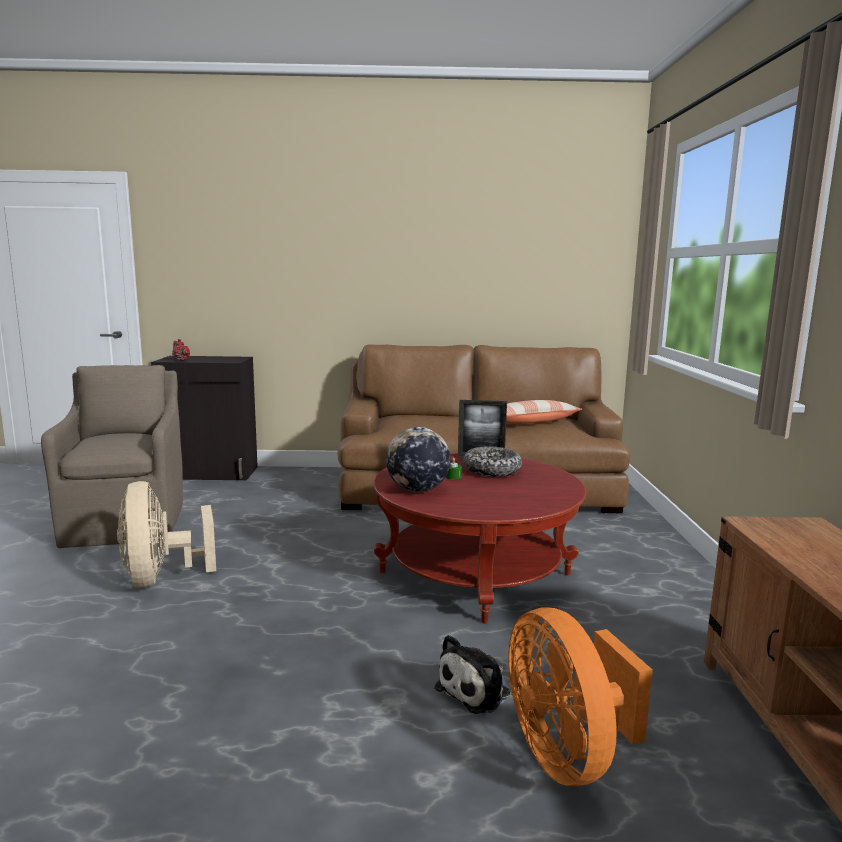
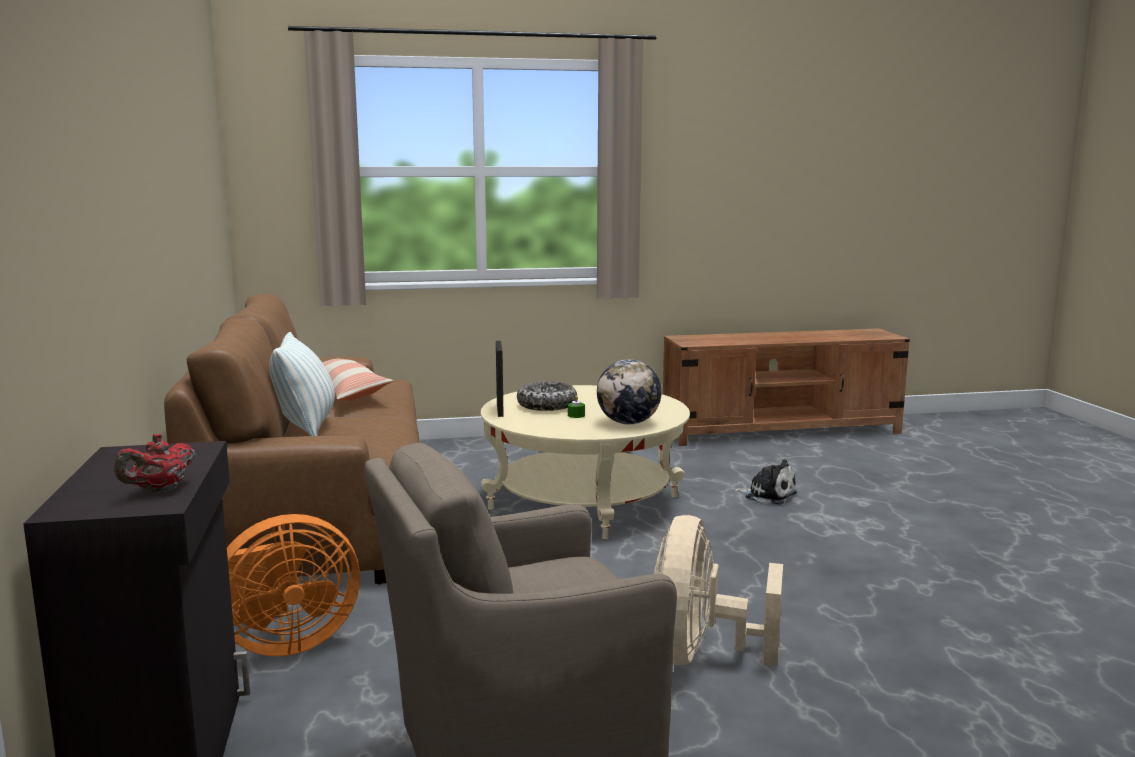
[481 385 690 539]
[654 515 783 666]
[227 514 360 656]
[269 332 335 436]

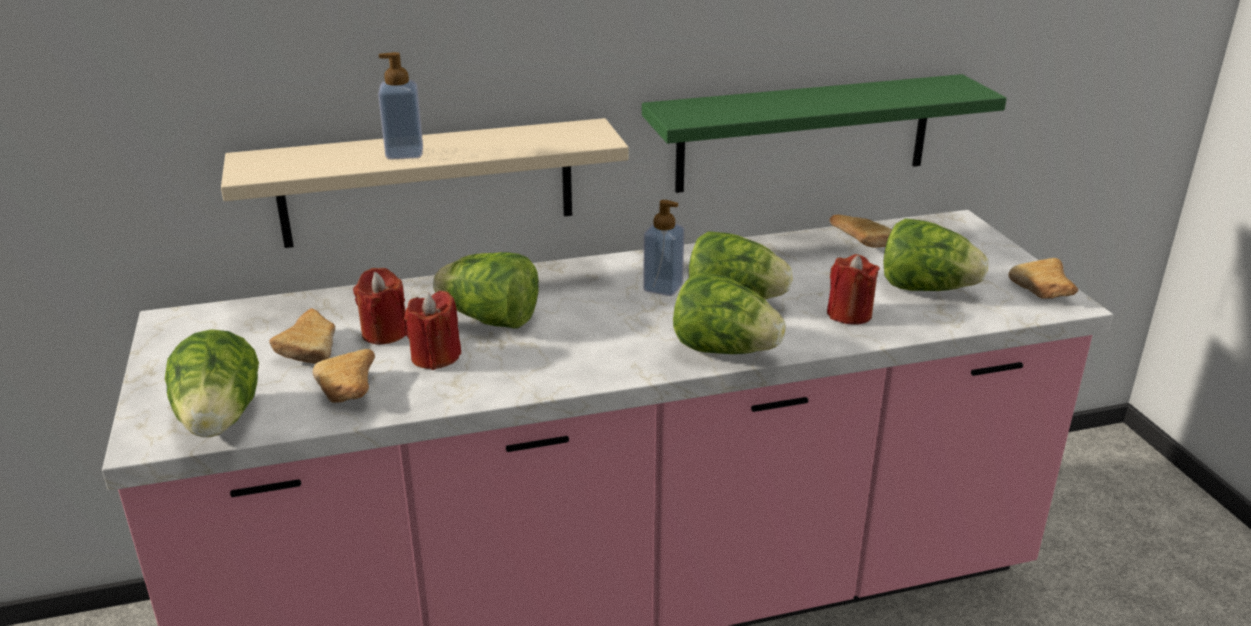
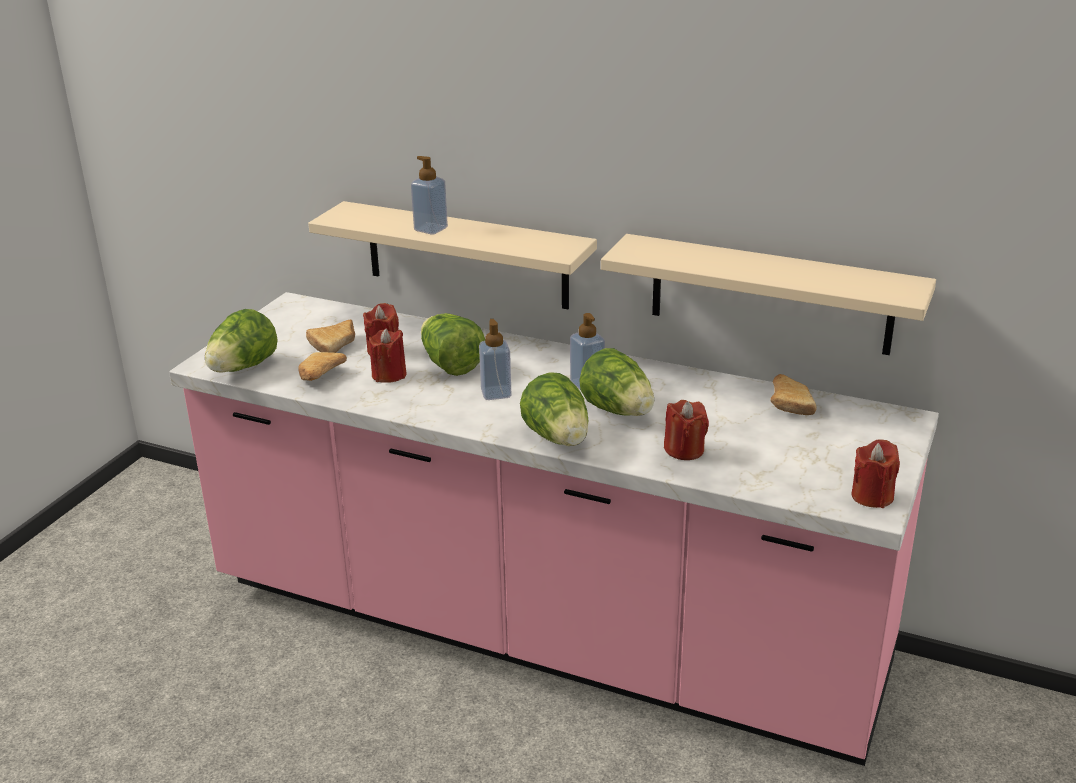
[601 234 936 355]
[883 218 988 291] (first image)
[852 439 900 508]
[479 319 511 400]

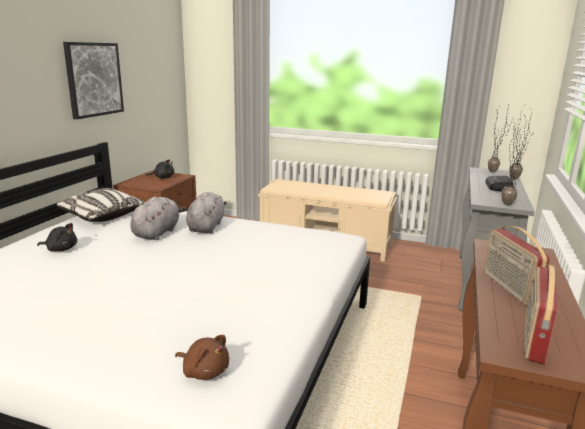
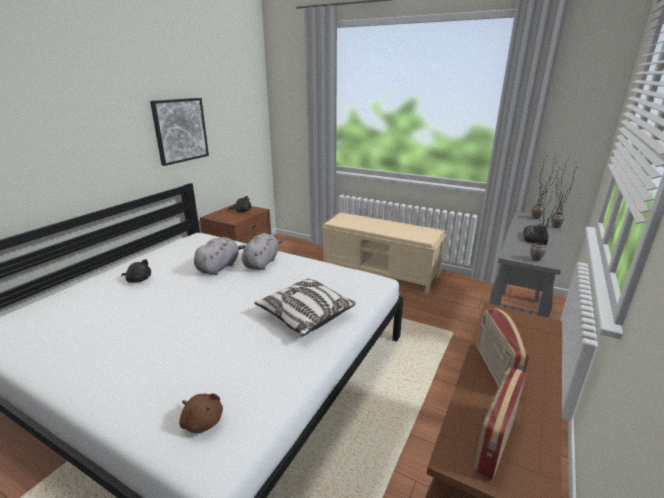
[254 279 356 337]

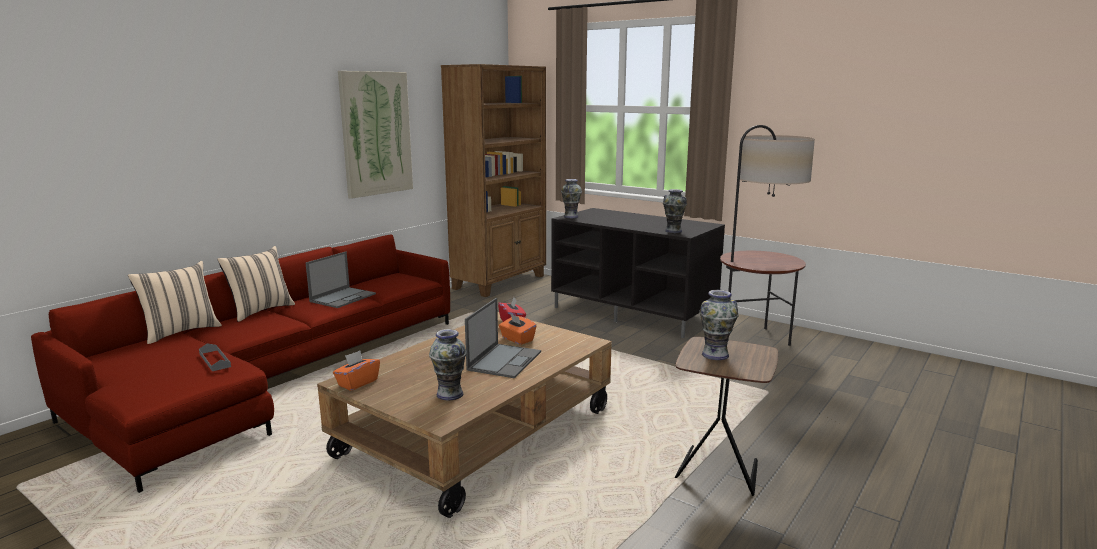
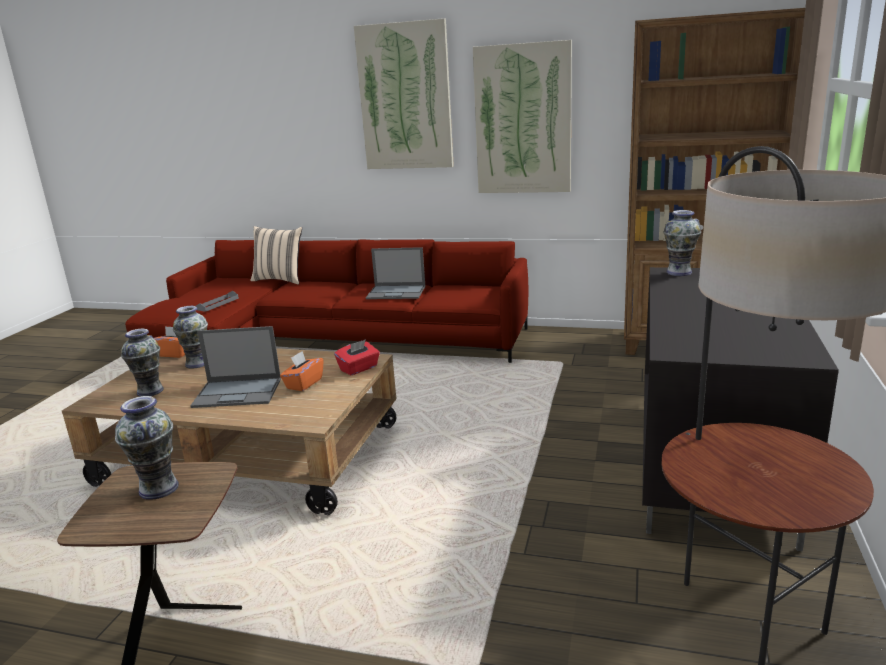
[173 306 208 368]
[217 246 295 322] (first image)
[354 18 454 169]

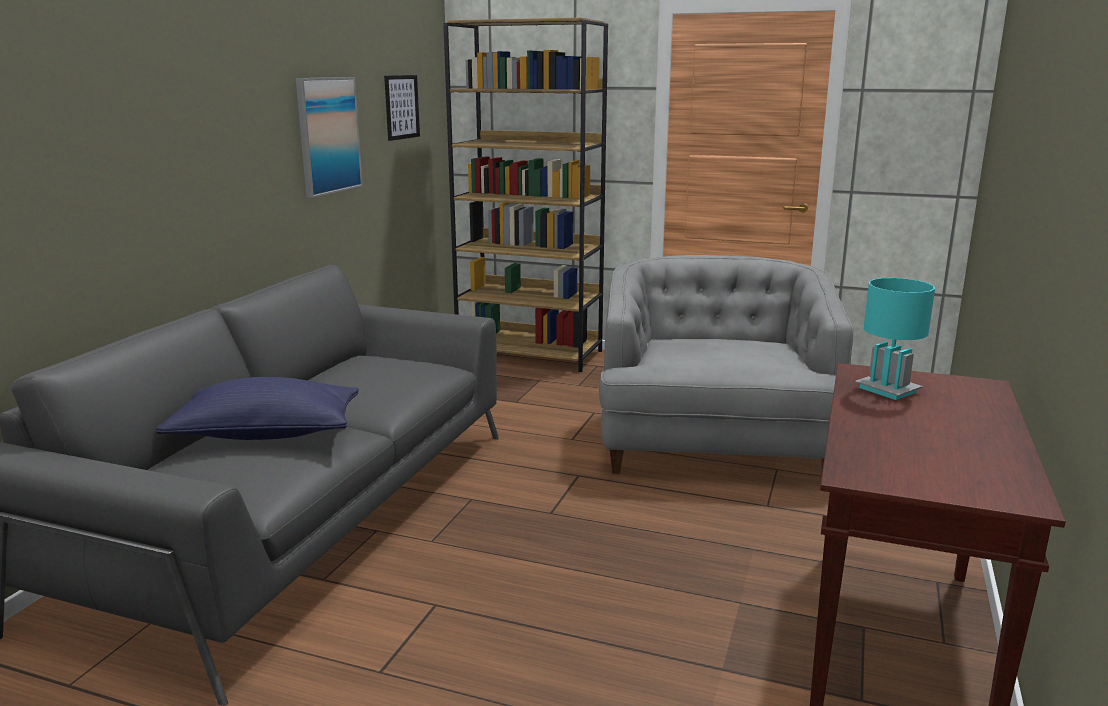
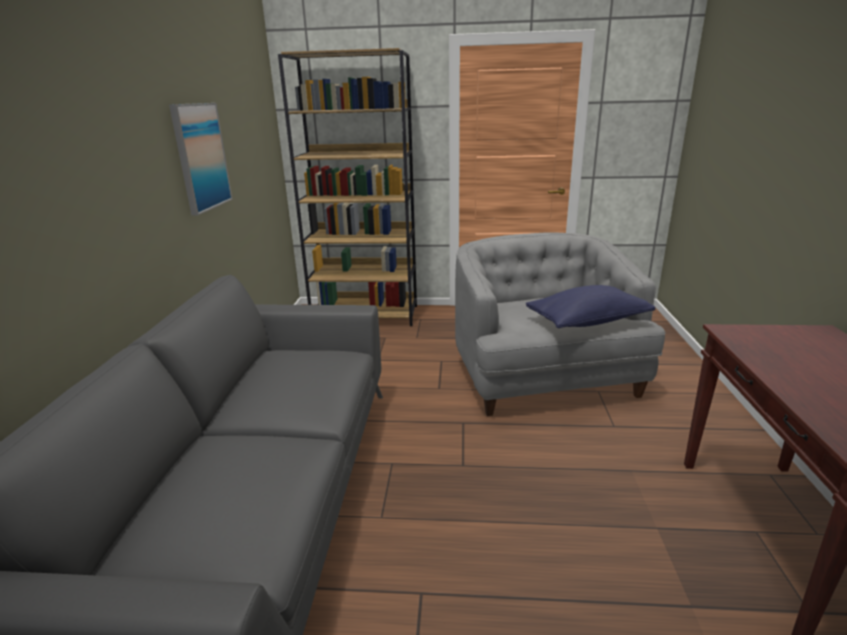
[384 75 420 141] (first image)
[855 278 935 400] (first image)
[526 285 655 328]

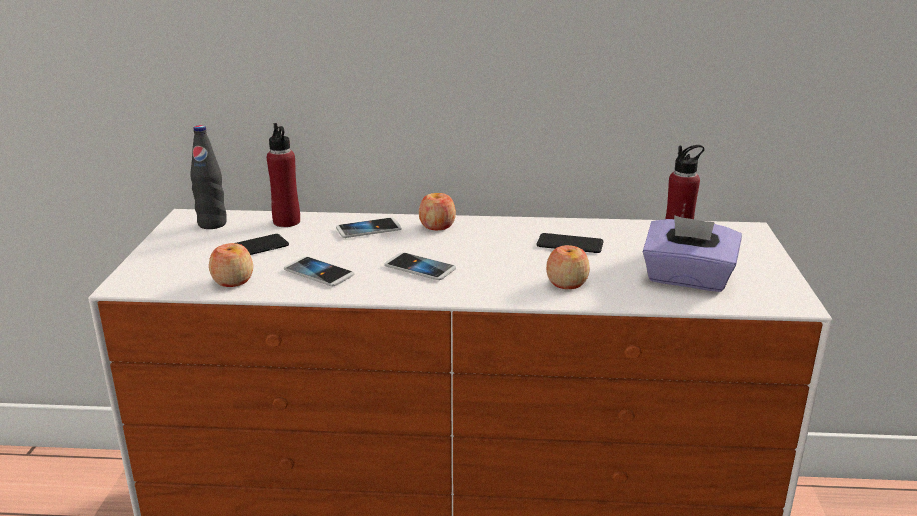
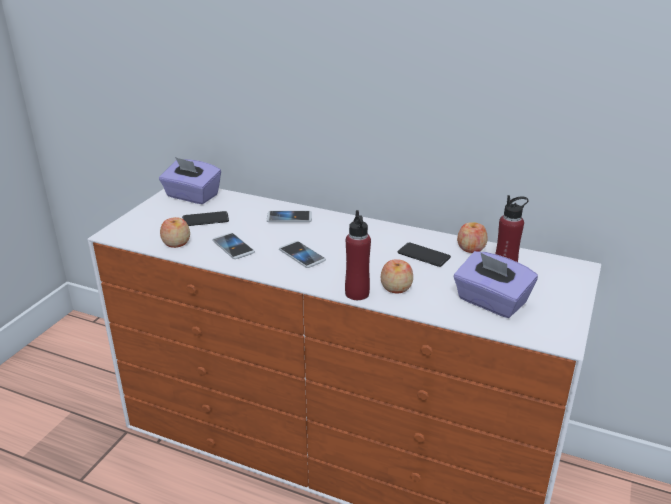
[345 210 371 300]
[159 157 221 204]
[457 222 488 253]

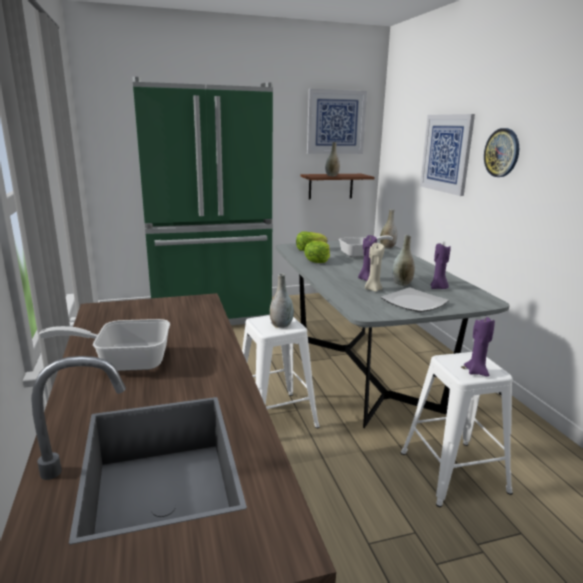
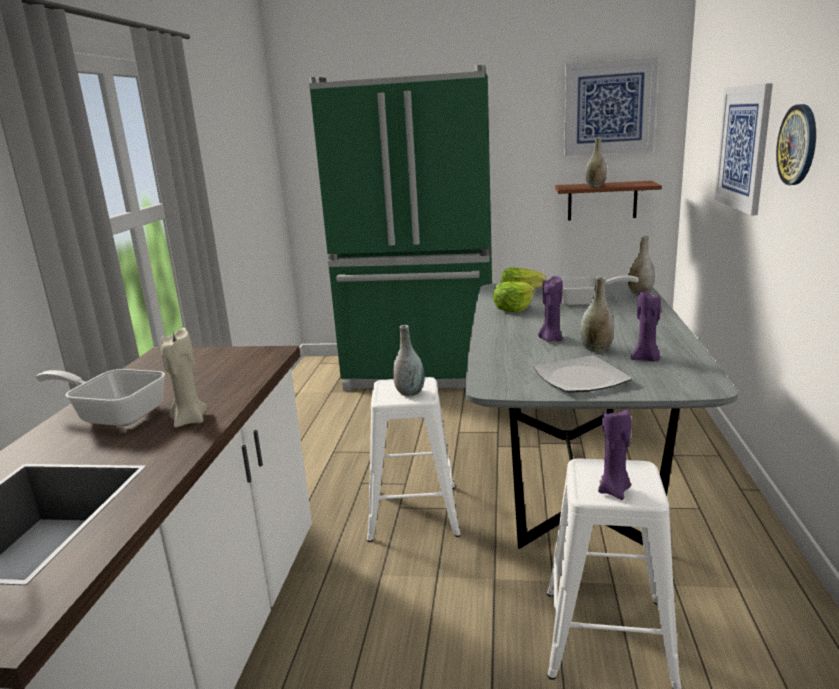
[160 329 207 428]

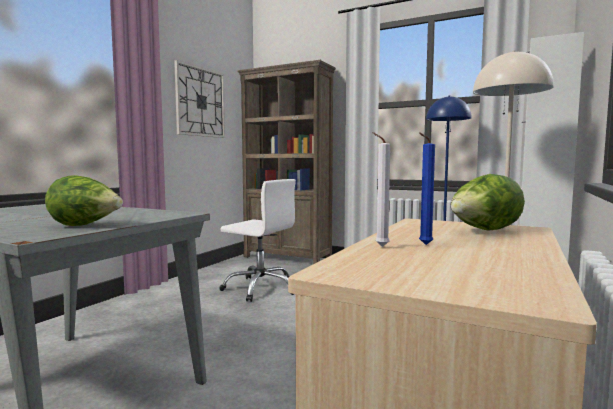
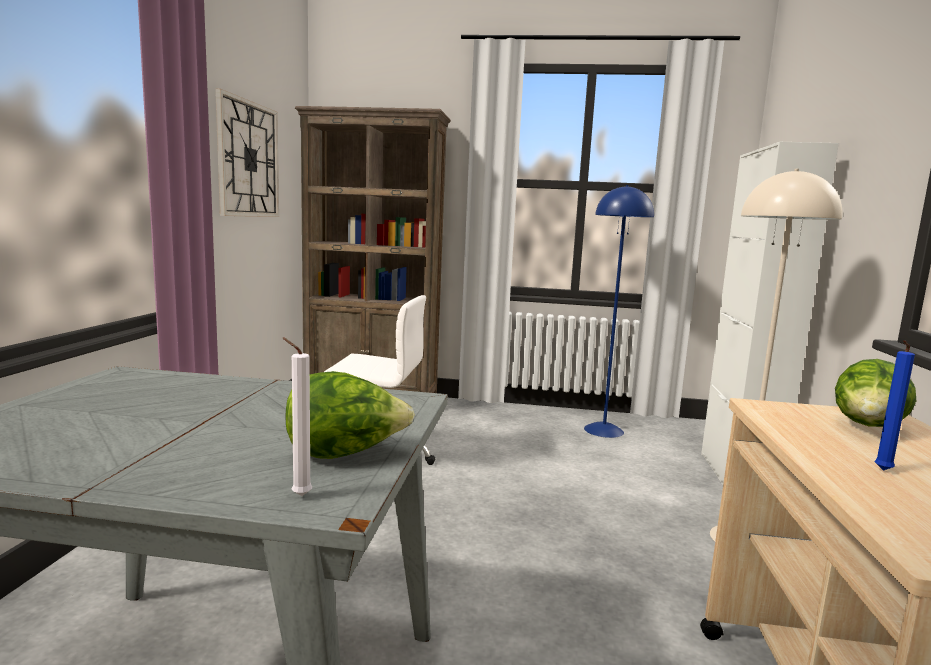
[283 338 312 496]

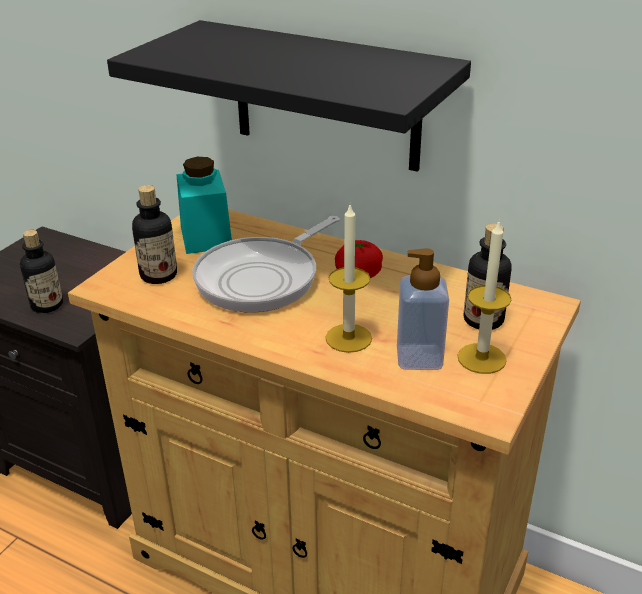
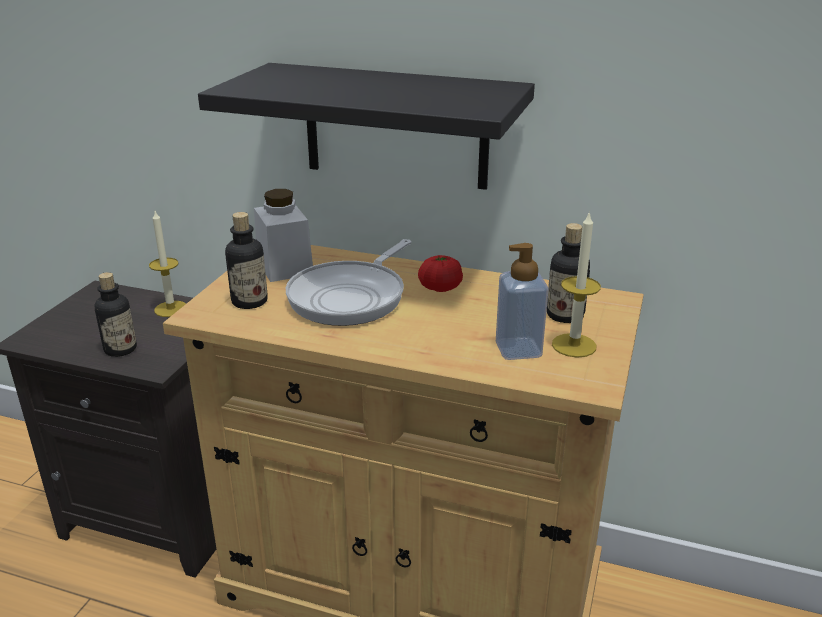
[254 189 313 282]
[149 211 186 317]

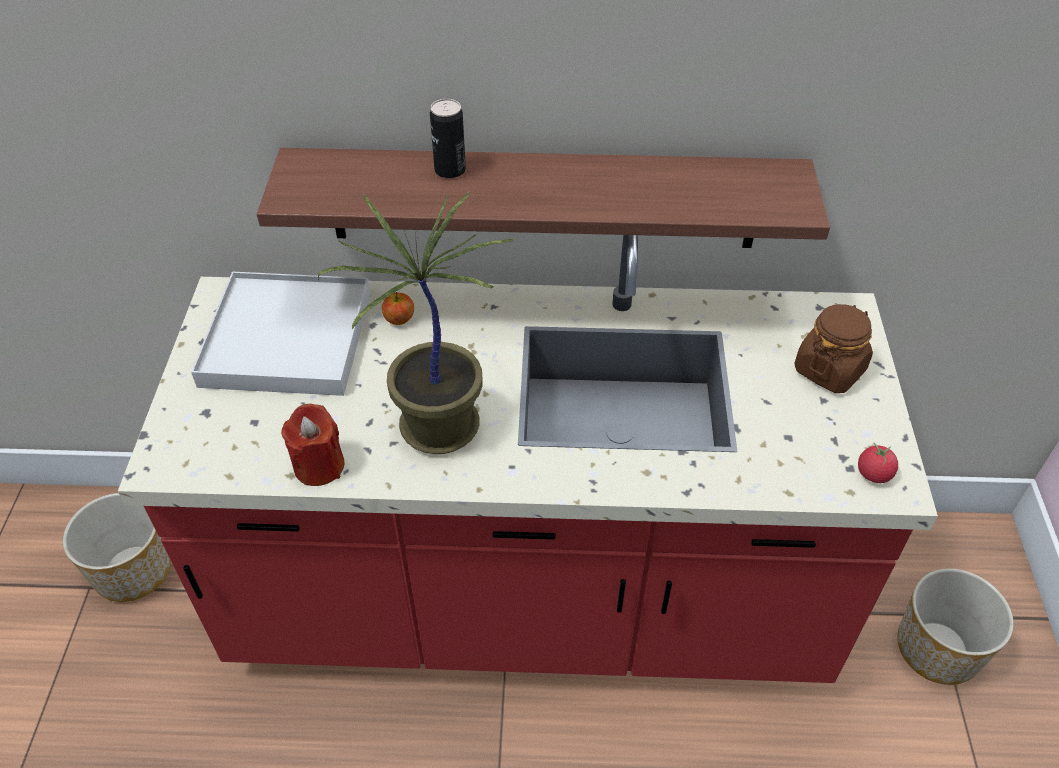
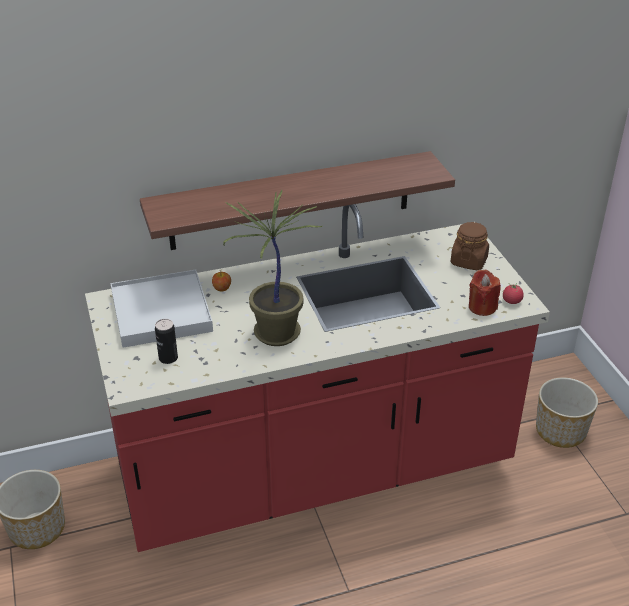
[155 319 178 364]
[469 270 501 316]

